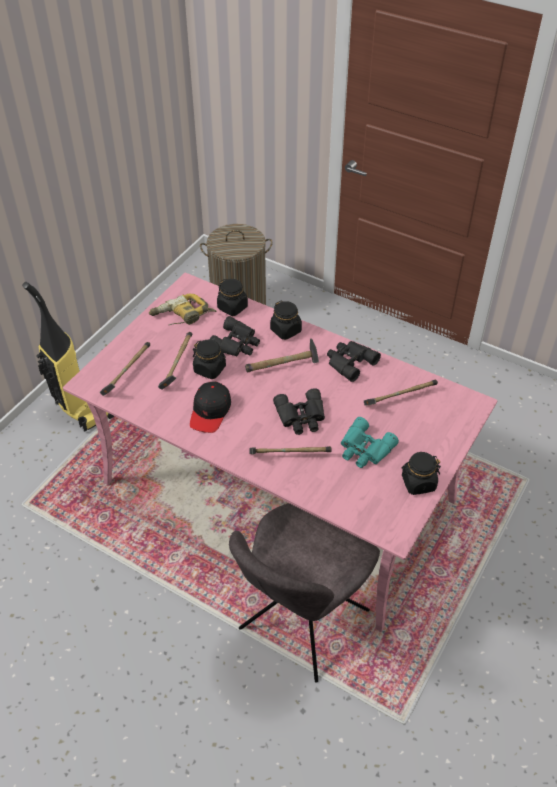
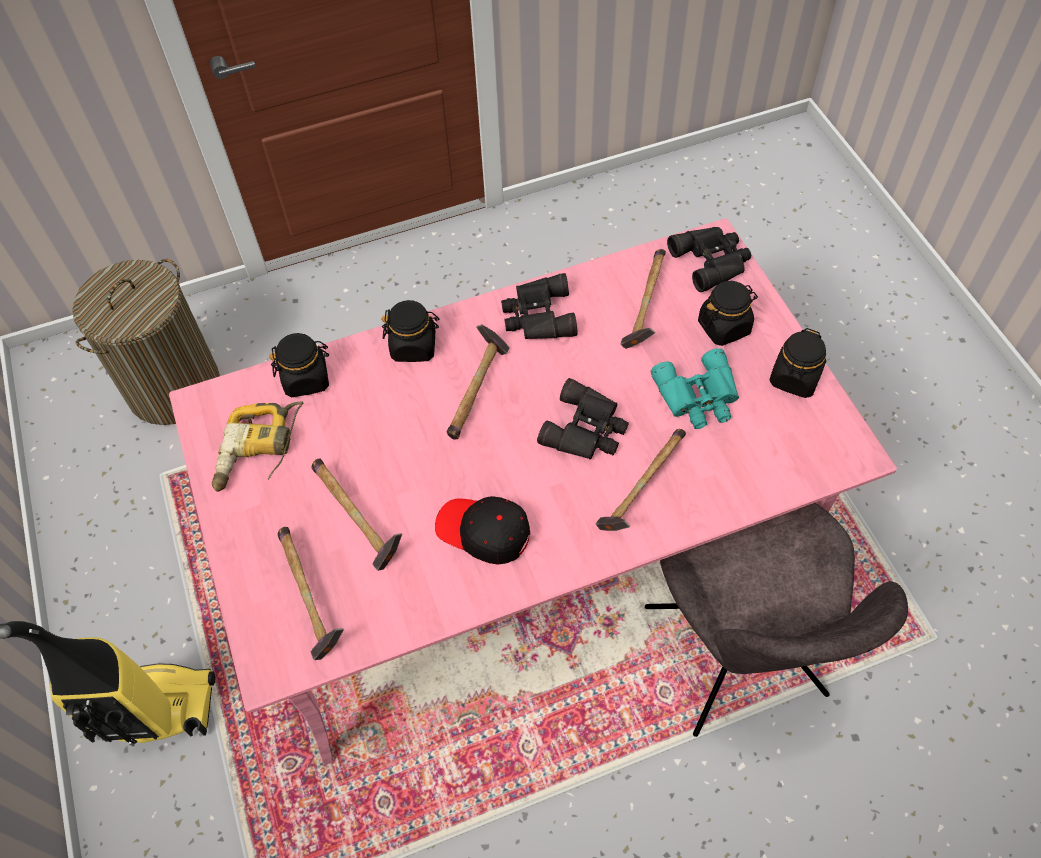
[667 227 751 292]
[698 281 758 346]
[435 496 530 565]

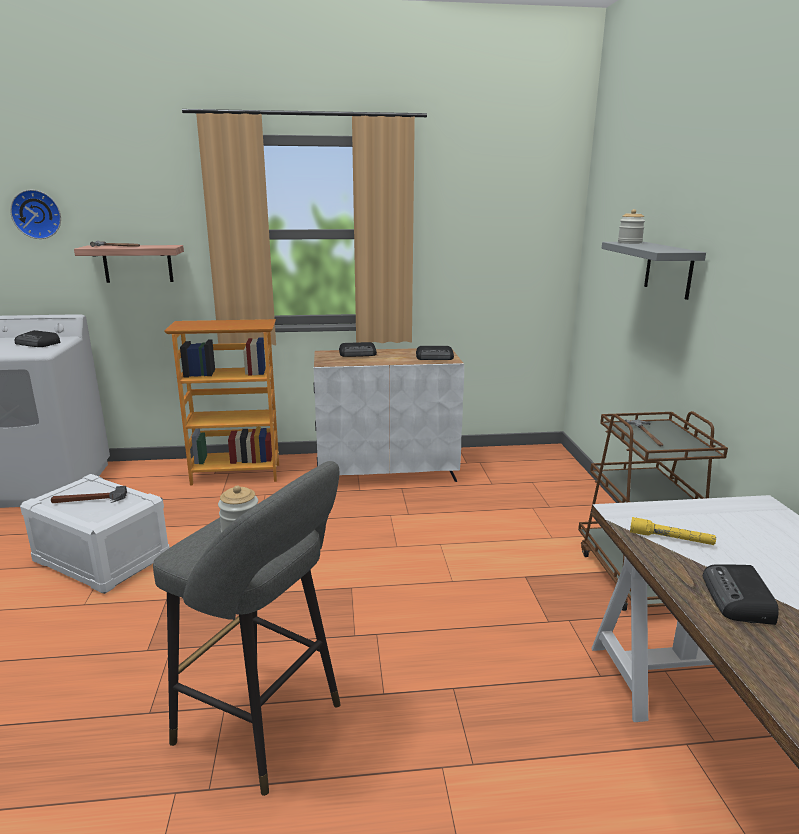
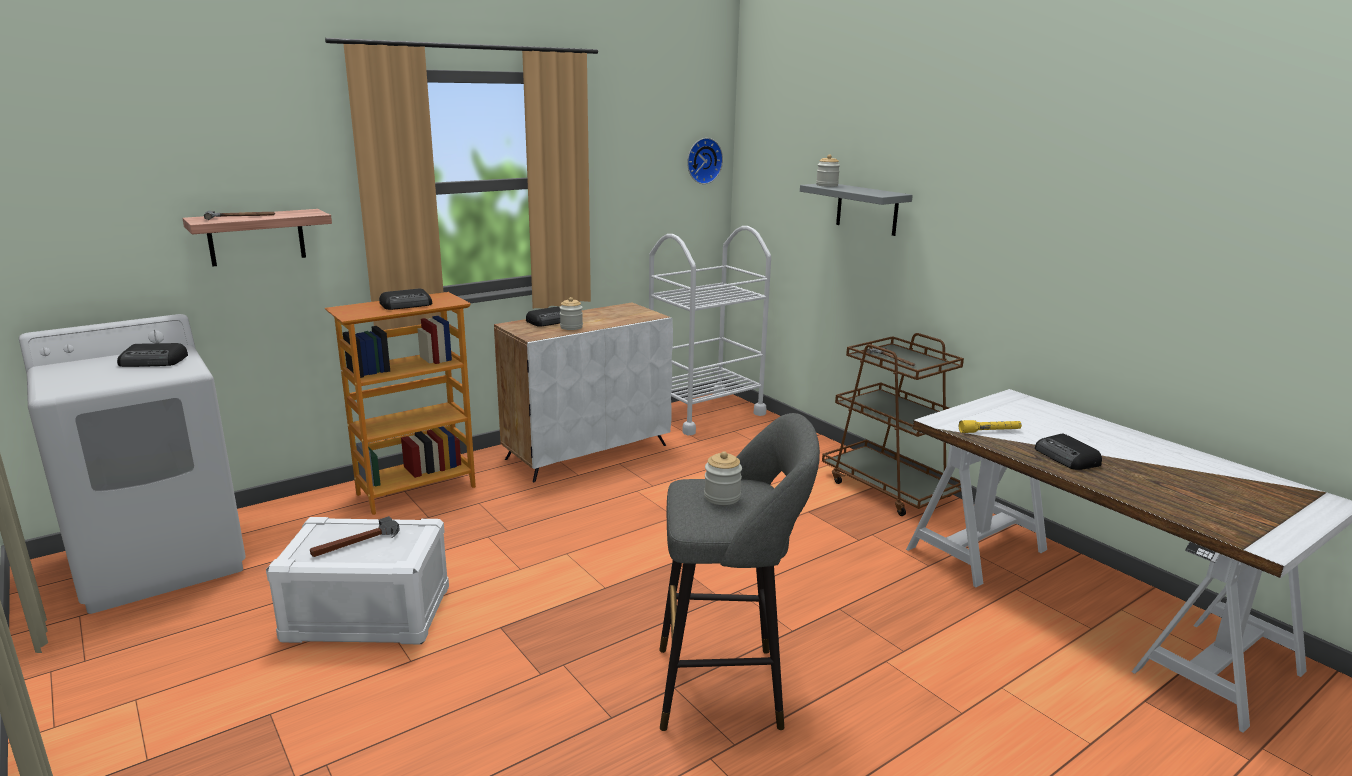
[687 138 723 184]
[379 289 432 310]
[649 226 771 435]
[560 297 583 330]

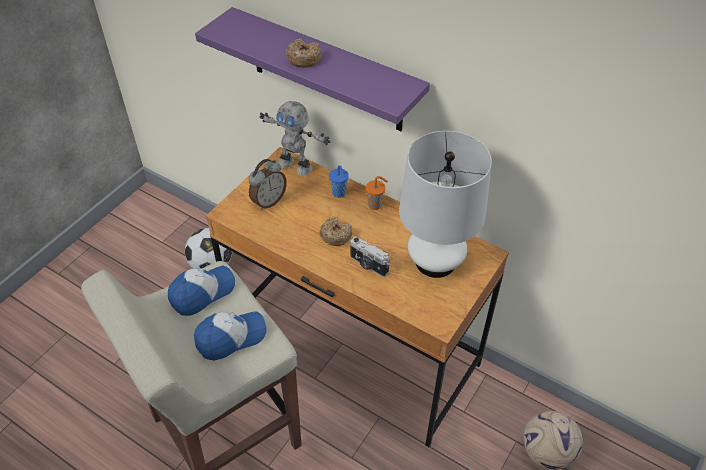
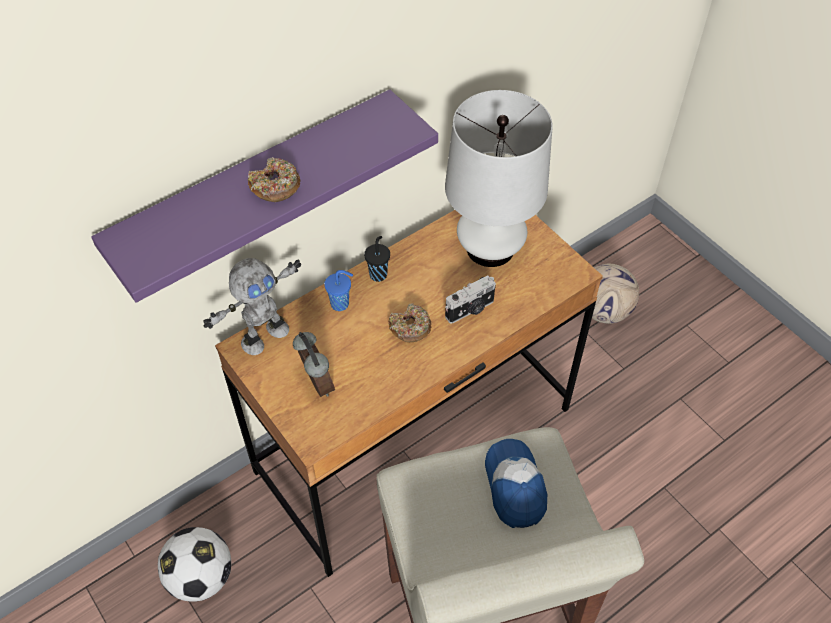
[364 236 390 282]
[168 266 235 316] (first image)

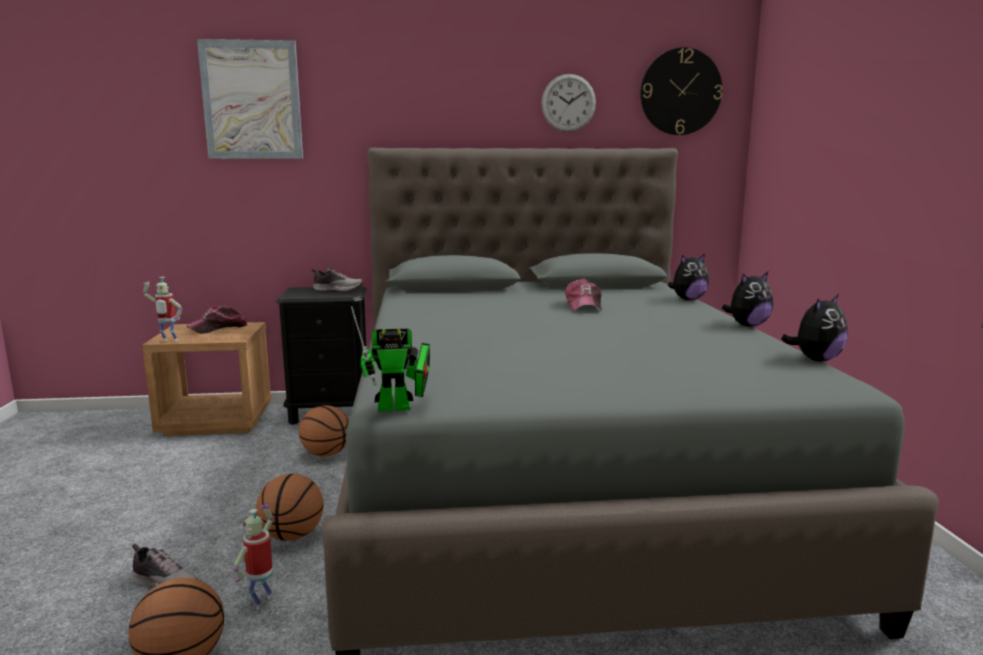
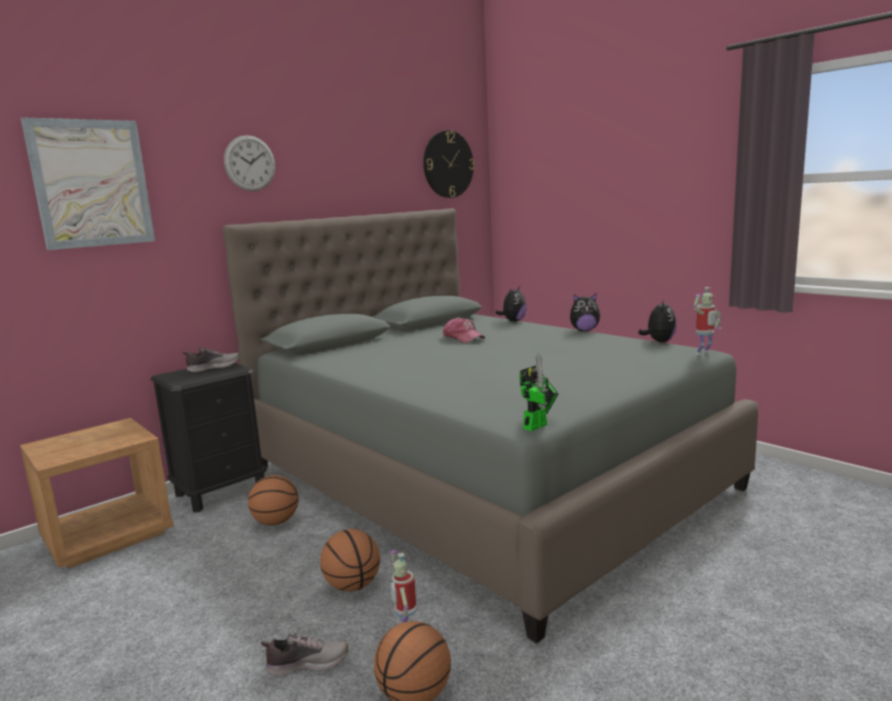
[224 135 275 191]
[570 294 600 331]
[693 287 722 355]
[187 306 247 334] (first image)

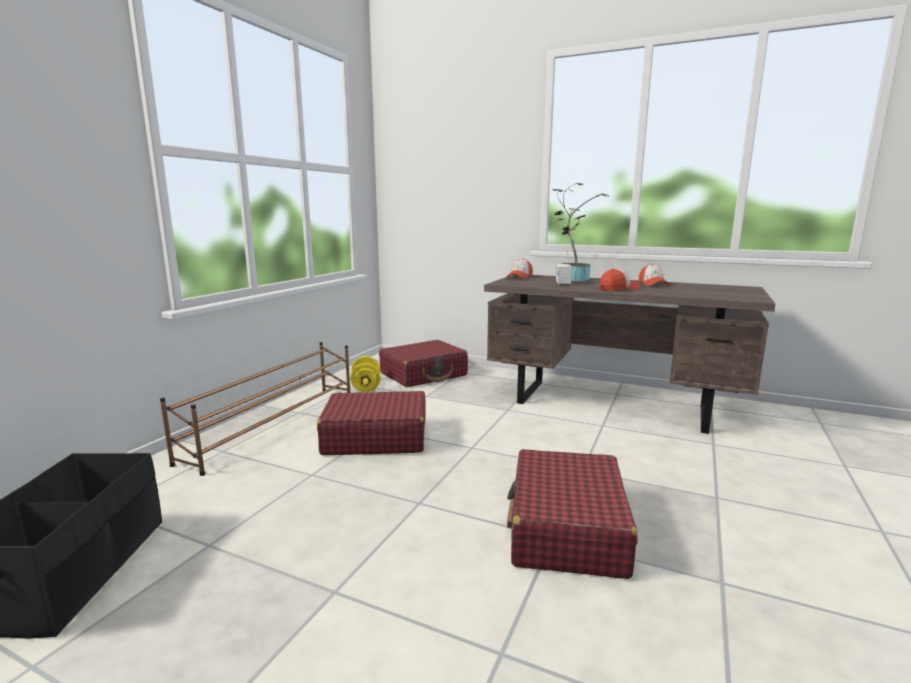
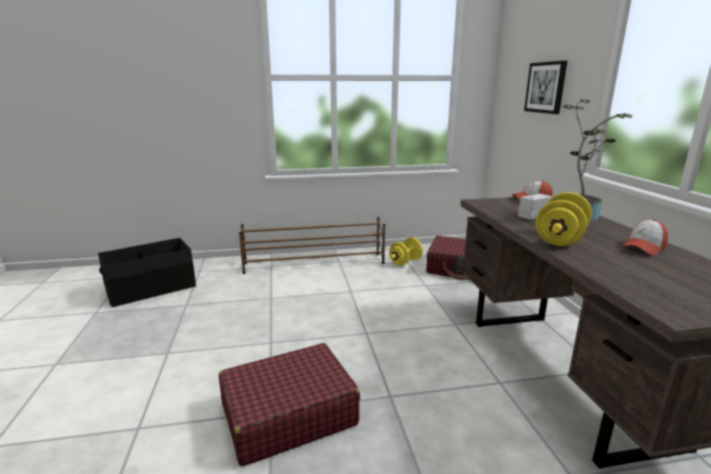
[536 192 592 246]
[317 391 426 455] (first image)
[524 61 567 114]

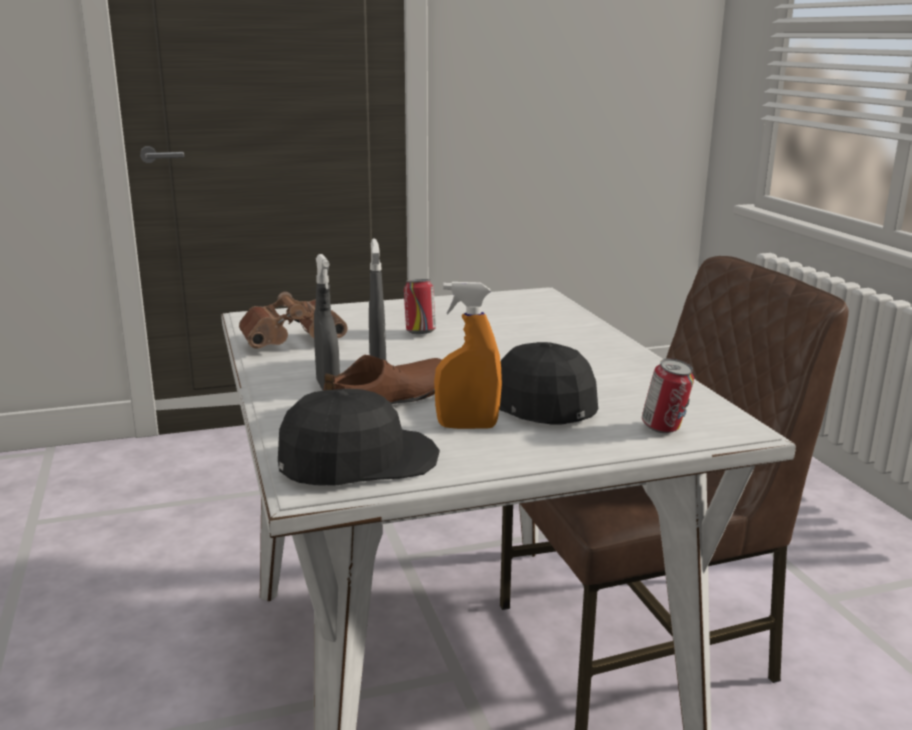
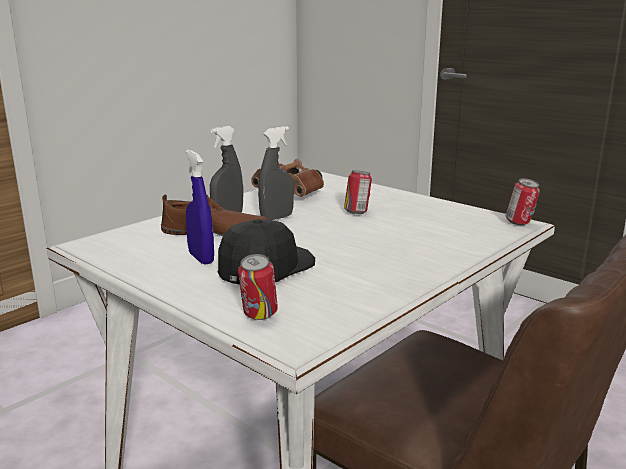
[186 150 214 265]
[278 389 440 486] (first image)
[506 178 540 225]

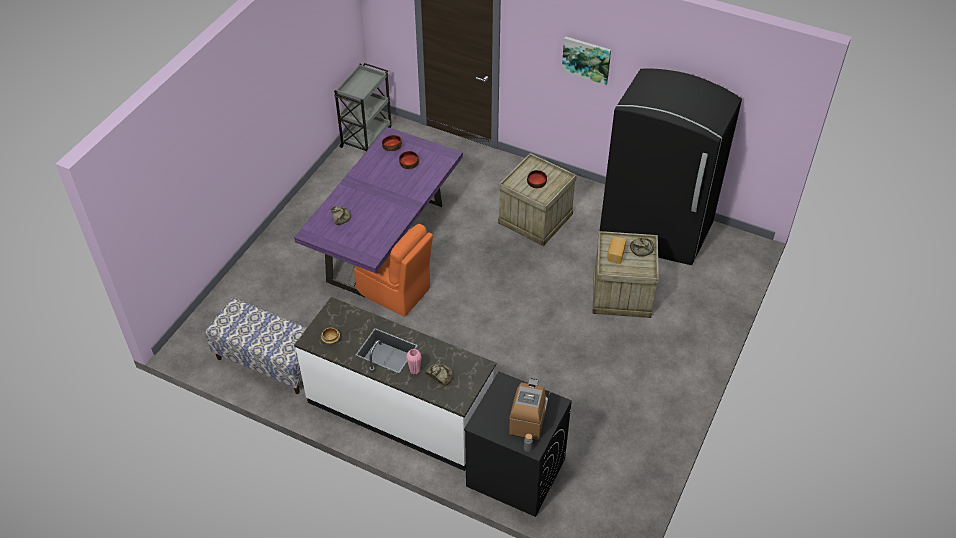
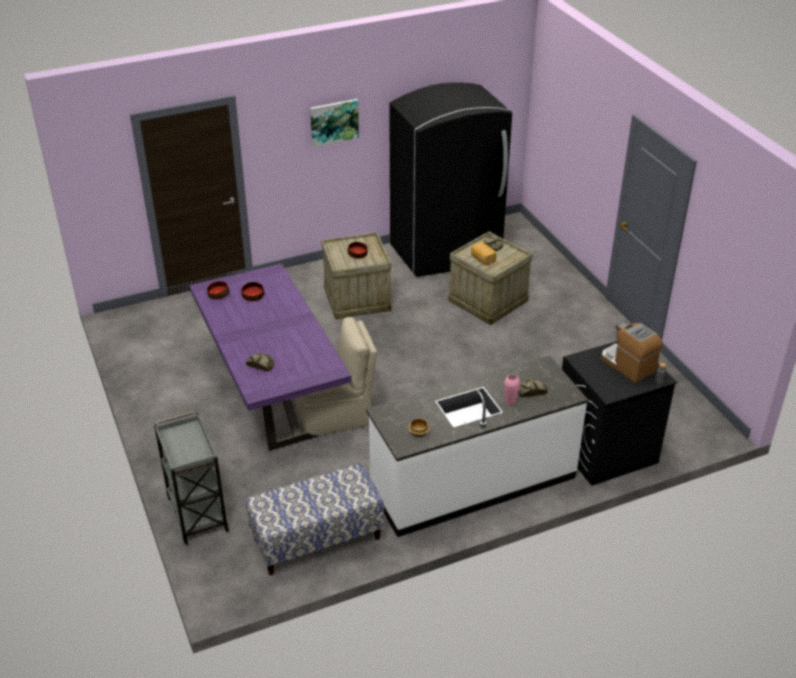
[154 411 229 545]
[295 317 377 436]

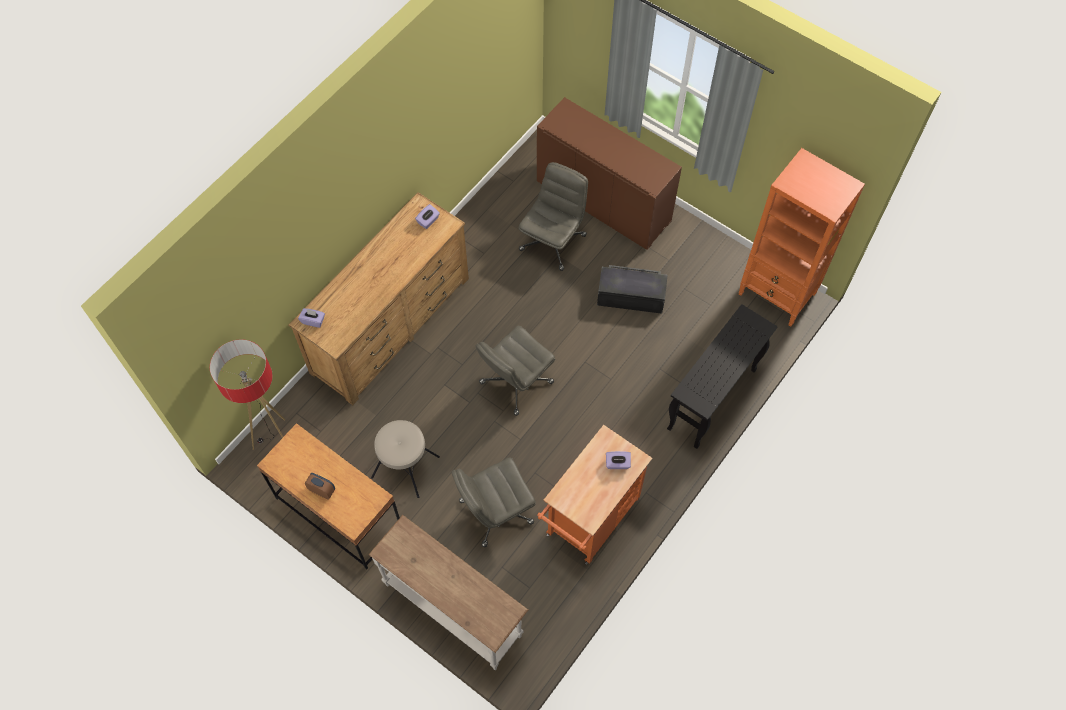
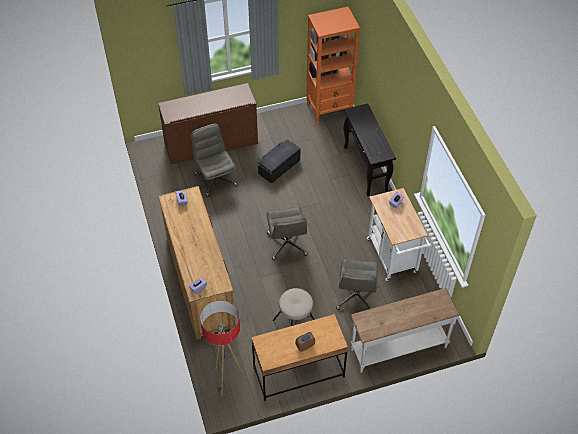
[367 188 431 281]

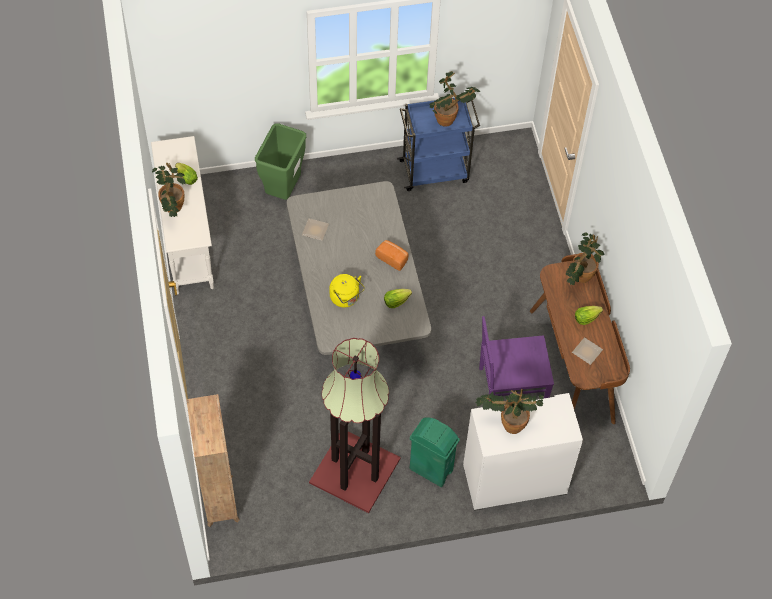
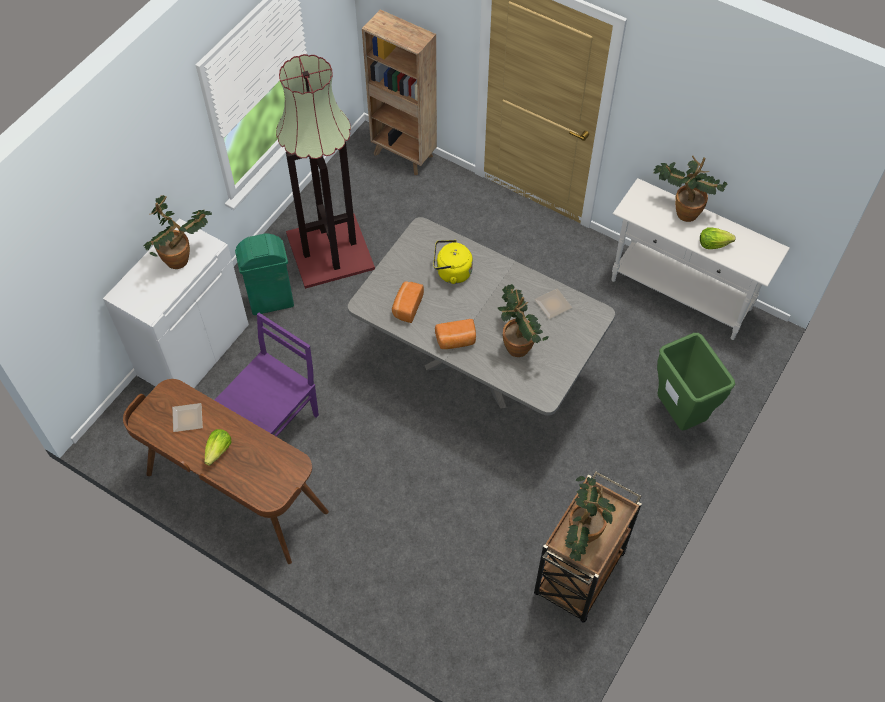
[534 471 642 623]
[498 284 549 357]
[392 281 424 323]

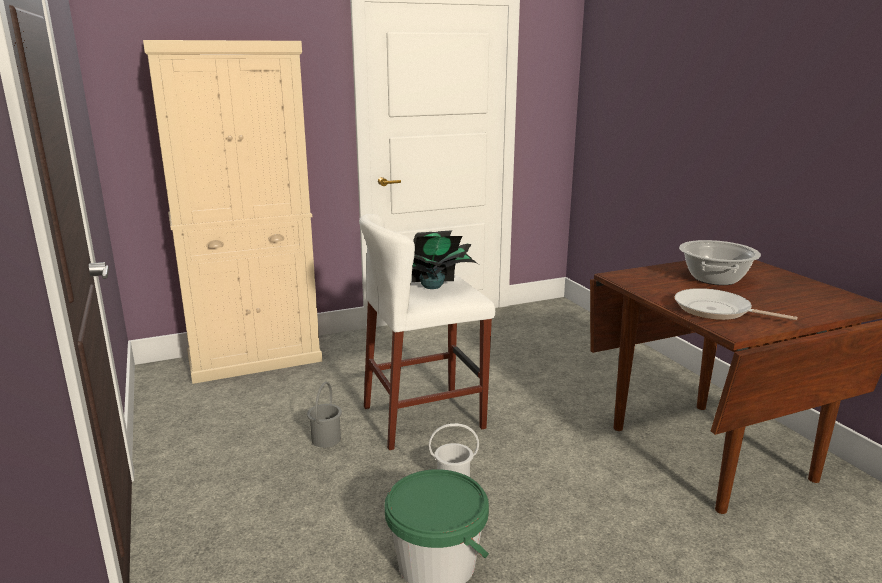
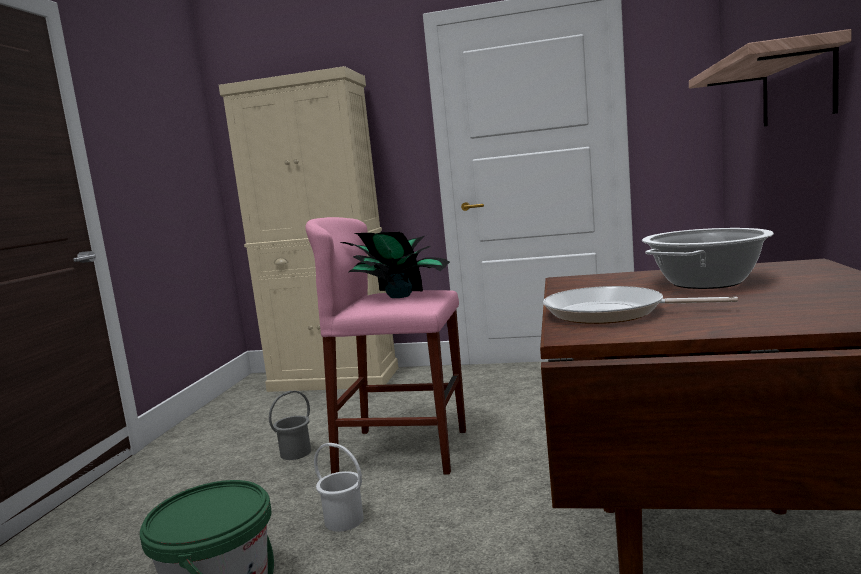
[306 217 466 475]
[543 286 738 324]
[689 29 852 127]

